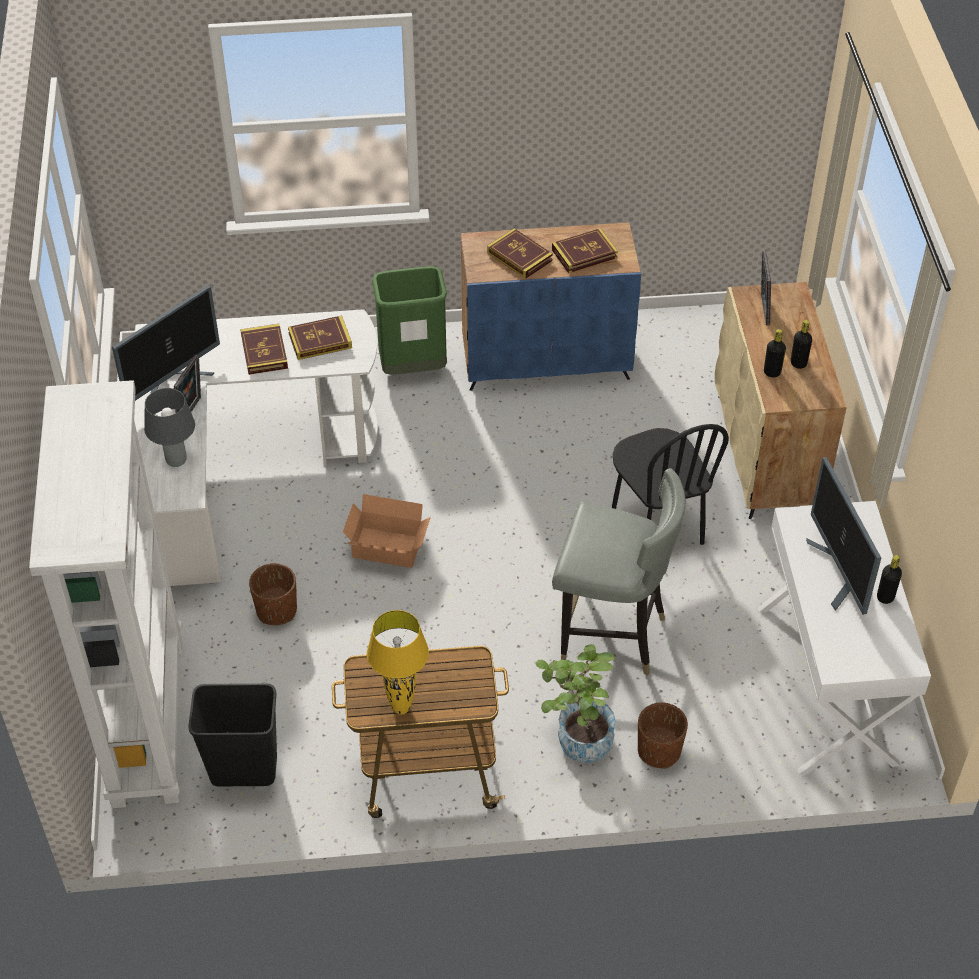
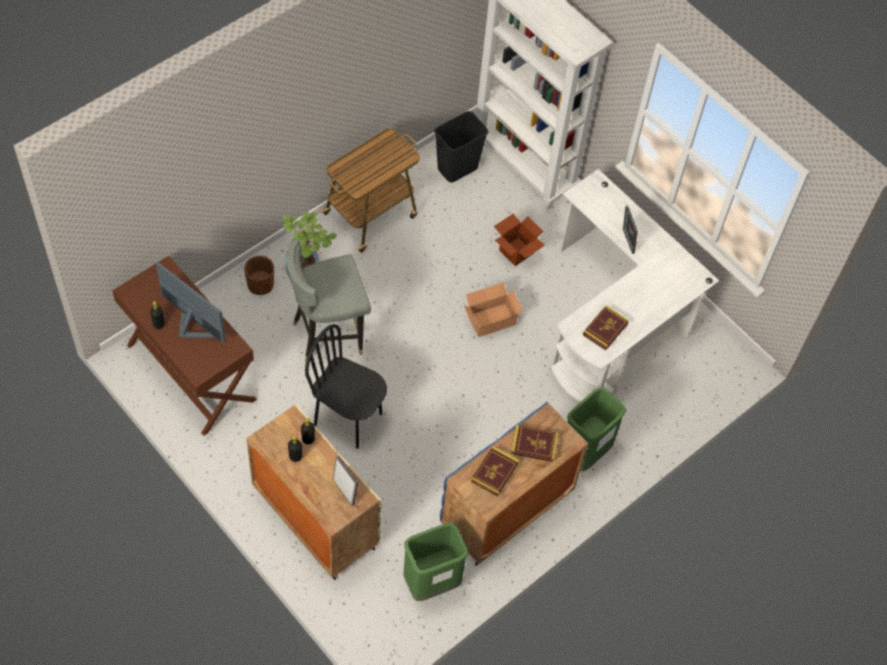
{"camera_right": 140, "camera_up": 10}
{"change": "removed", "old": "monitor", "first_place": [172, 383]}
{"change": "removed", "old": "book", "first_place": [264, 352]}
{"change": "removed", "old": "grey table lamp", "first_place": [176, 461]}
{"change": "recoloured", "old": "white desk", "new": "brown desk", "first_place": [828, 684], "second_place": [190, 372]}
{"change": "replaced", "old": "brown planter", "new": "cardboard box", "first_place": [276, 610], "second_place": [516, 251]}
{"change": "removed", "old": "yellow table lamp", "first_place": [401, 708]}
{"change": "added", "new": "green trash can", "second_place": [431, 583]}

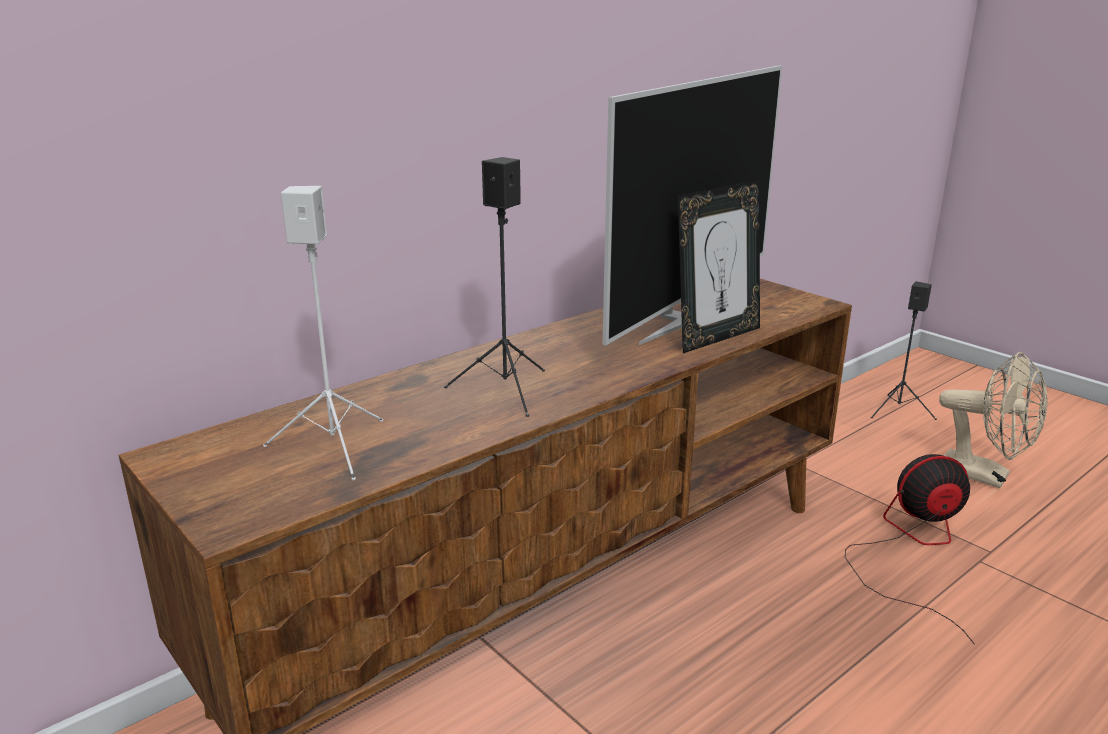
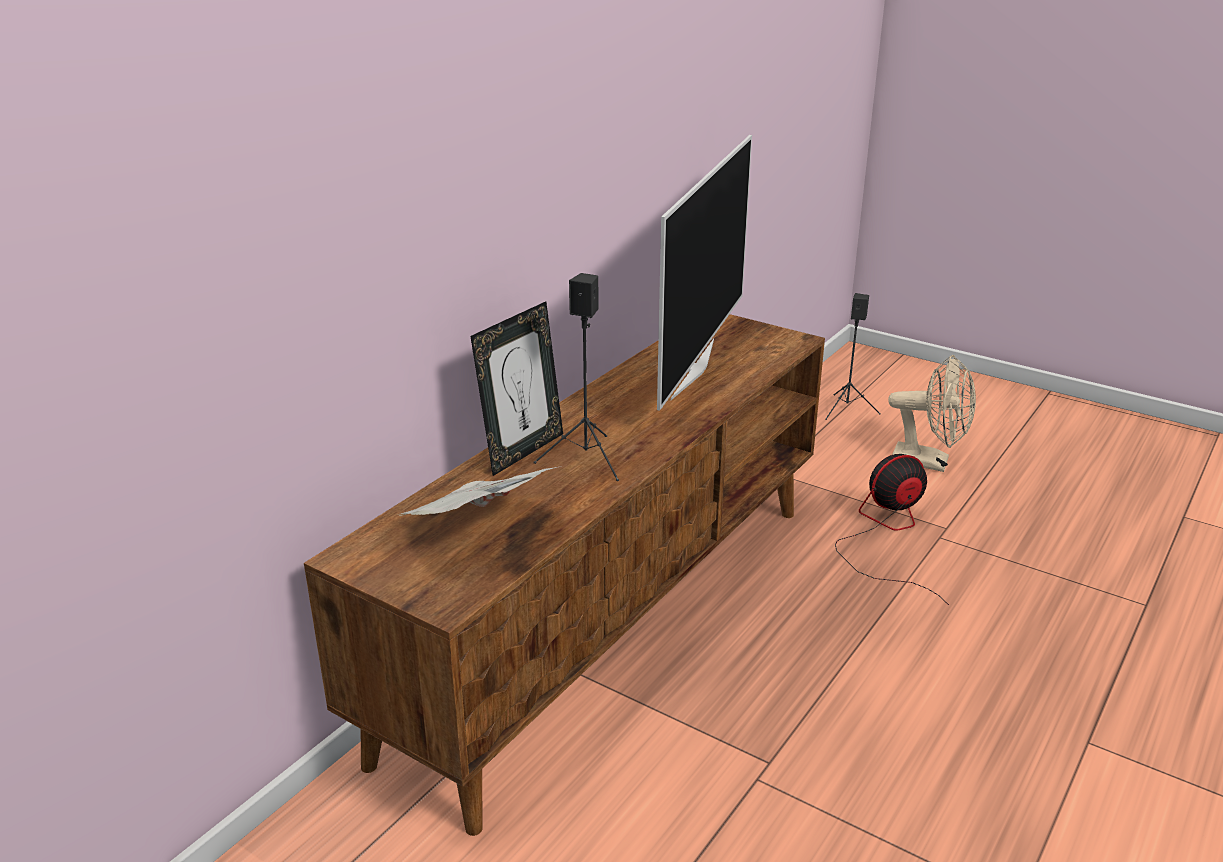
{"camera_right": -15, "camera_up": 5}
{"change": "moved", "old": "picture frame", "first_place": [715, 337], "second_place": [522, 451]}
{"change": "replaced", "old": "white speaker", "new": "newspaper", "first_place": [334, 446], "second_place": [480, 529]}

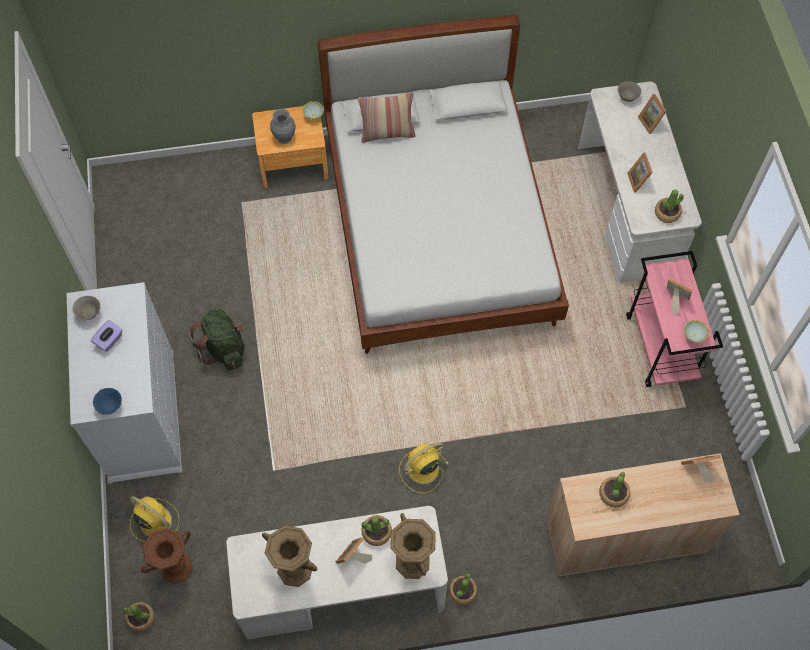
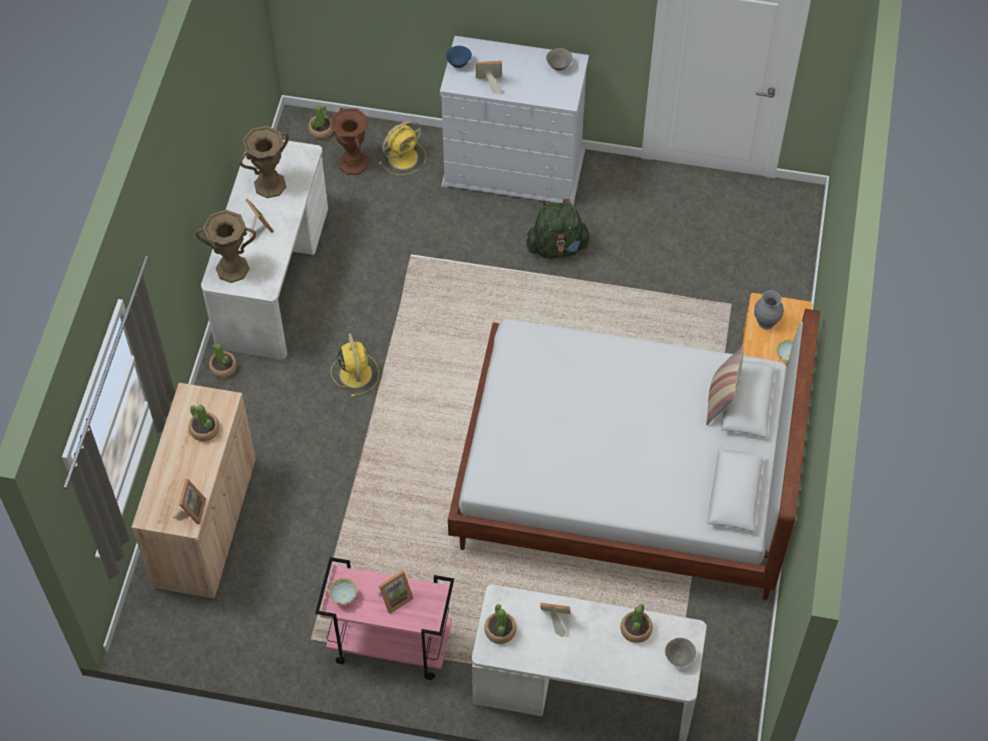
{"camera_right": 110, "camera_up": -5}
{"change": "moved", "old": "picture frame", "first_place": [651, 122], "second_place": [489, 83]}
{"change": "removed", "old": "purple tissue box", "first_place": [109, 340]}
{"change": "moved", "old": "potted plant", "first_place": [376, 532], "second_place": [636, 629]}

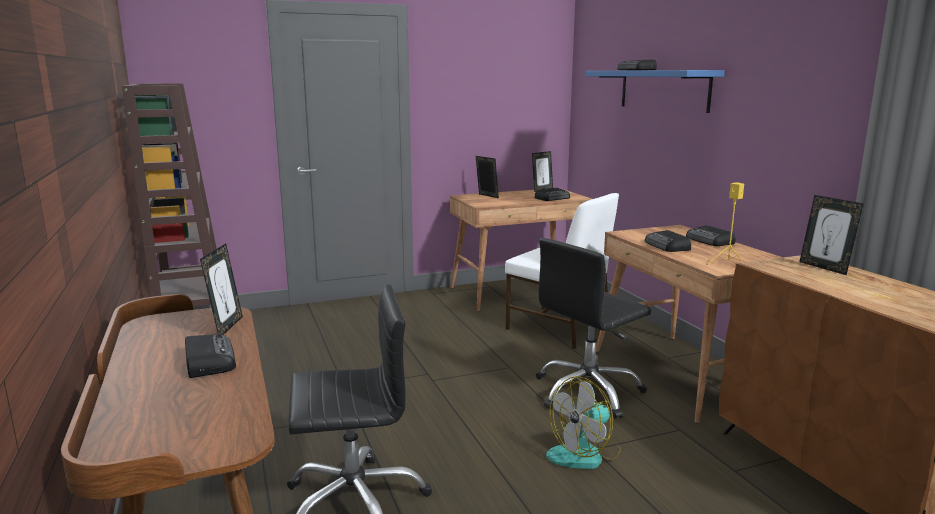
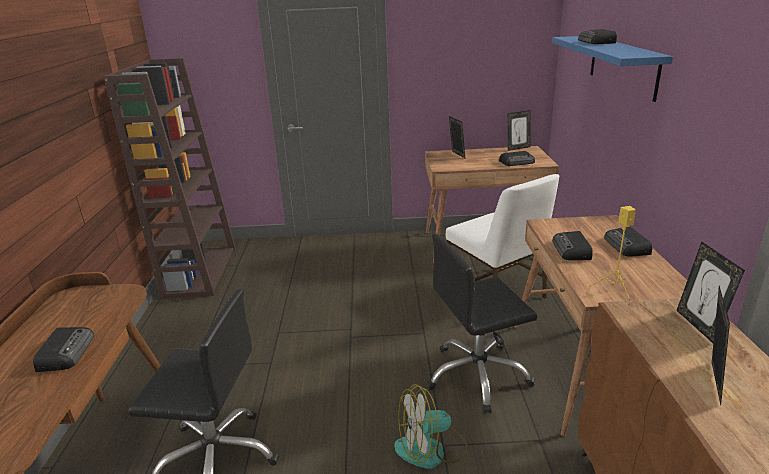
{"camera_right": 20, "camera_up": 10}
{"change": "moved", "old": "picture frame", "first_place": [226, 327], "second_place": [709, 381]}

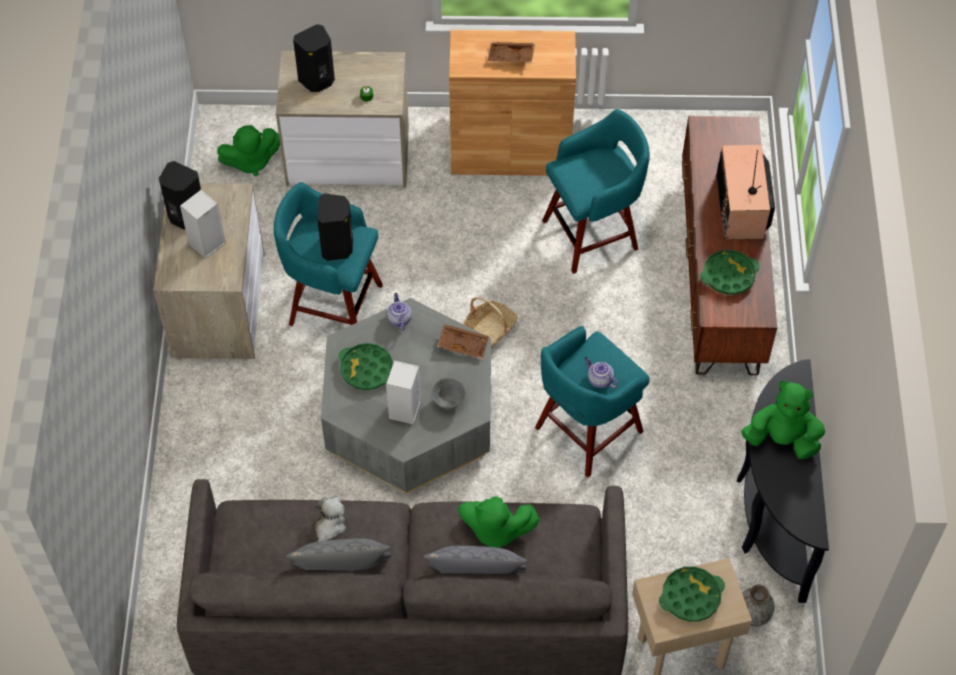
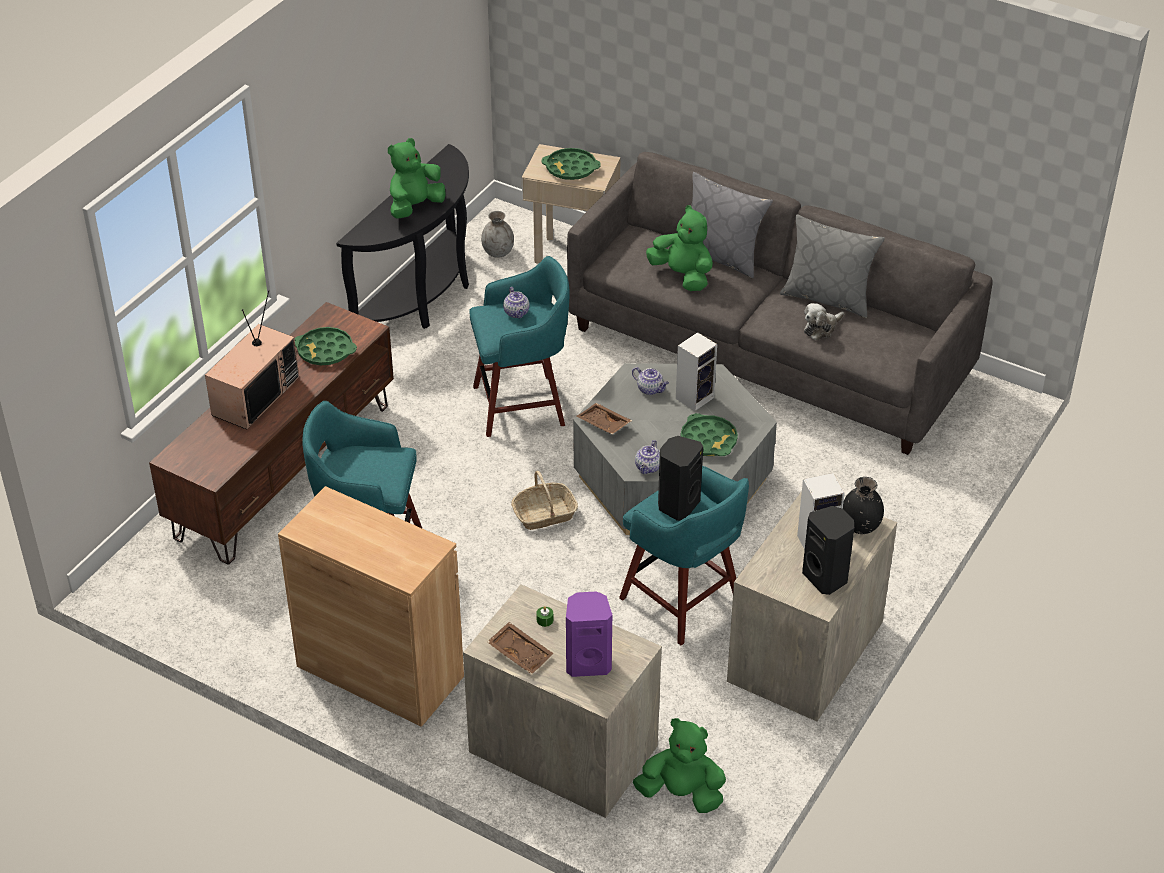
{"camera_right": -150, "camera_up": -15}
{"change": "recoloured", "old": "black speaker", "new": "purple speaker", "first_place": [317, 80], "second_place": [588, 662]}
{"change": "moved", "old": "brown tray", "first_place": [510, 57], "second_place": [521, 653]}
{"change": "replaced", "old": "grey bowl", "new": "teapot", "first_place": [448, 401], "second_place": [650, 389]}
{"change": "turned", "old": "green plush toy", "first_place": [782, 439], "second_place": [415, 207], "degrees": 90}
{"change": "added", "new": "black vase", "second_place": [860, 526]}

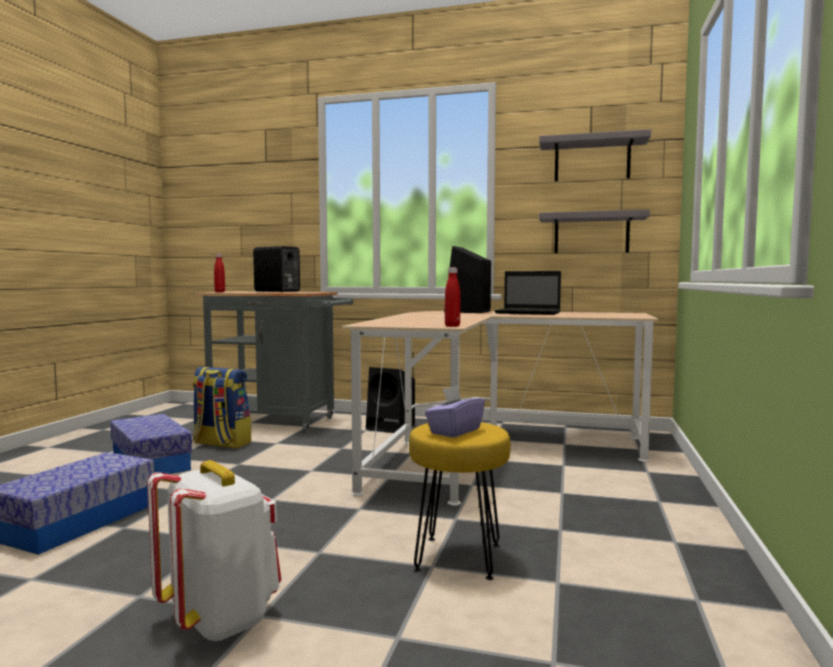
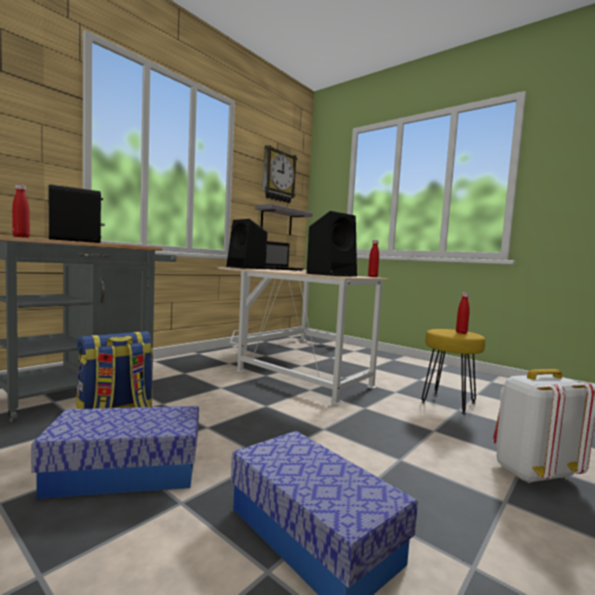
{"camera_right": -65, "camera_up": 0}
{"change": "replaced", "old": "grey shelf", "new": "wall clock", "first_place": [592, 160], "second_place": [278, 176]}
{"change": "moved", "old": "black speaker", "first_place": [392, 427], "second_place": [332, 275]}
{"change": "replaced", "old": "purple tissue box", "new": "red bottle", "first_place": [454, 431], "second_place": [461, 333]}

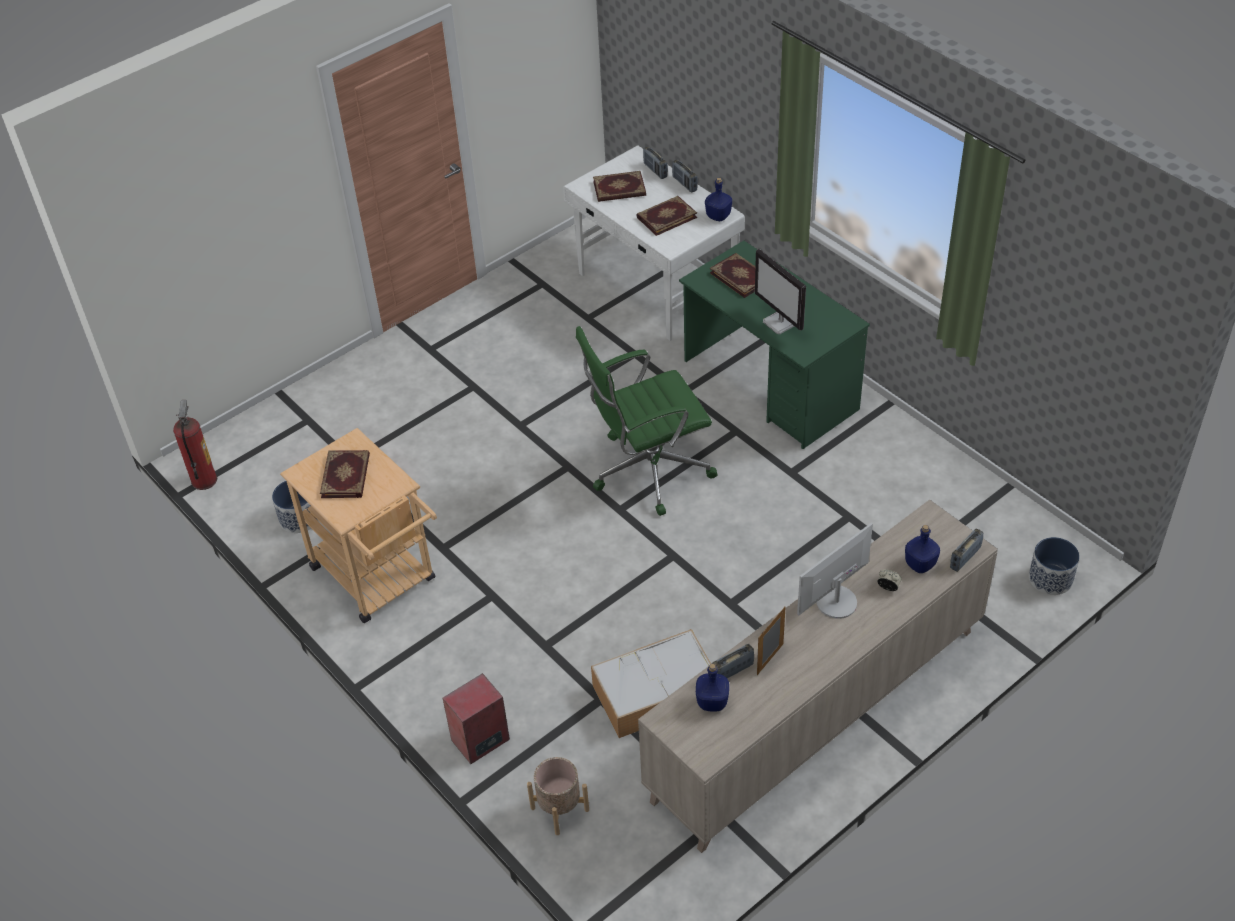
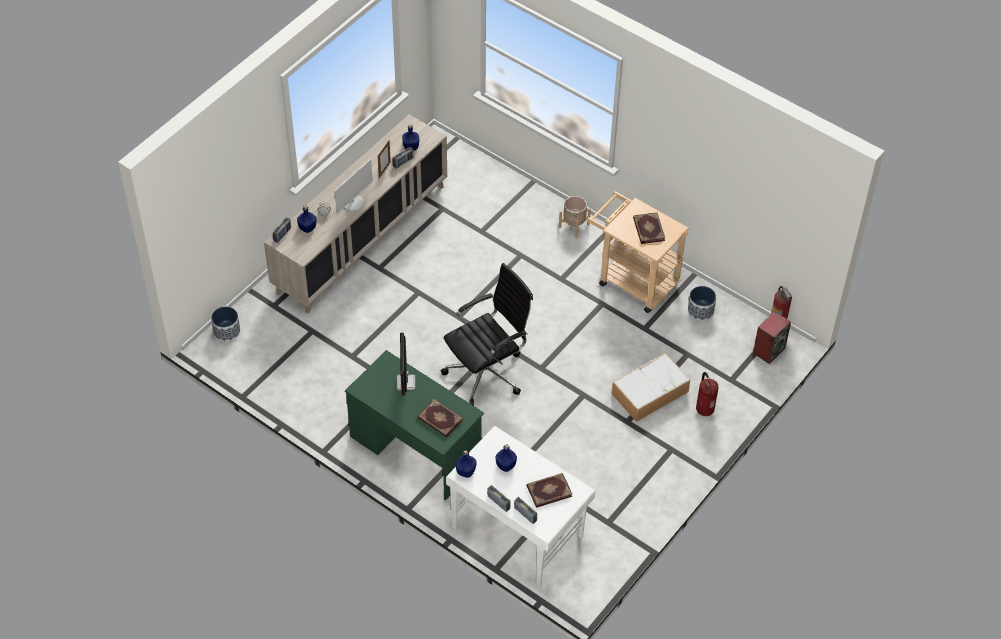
{"camera_right": 165, "camera_up": 5}
{"change": "replaced", "old": "book", "new": "blue bottle", "first_place": [666, 217], "second_place": [505, 466]}
{"change": "turned", "old": "monitor", "first_place": [780, 323], "second_place": [406, 383], "degrees": -135}
{"change": "recoloured", "old": "green office chair", "new": "black office chair", "first_place": [648, 470], "second_place": [487, 372]}
{"change": "moved", "old": "storage box", "first_place": [654, 693], "second_place": [650, 392]}
{"change": "moved", "old": "speaker", "first_place": [480, 741], "second_place": [768, 350]}
{"change": "moved", "old": "beige planter", "first_place": [560, 809], "second_place": [574, 225]}
{"change": "added", "new": "fire extinguisher", "second_place": [704, 408]}

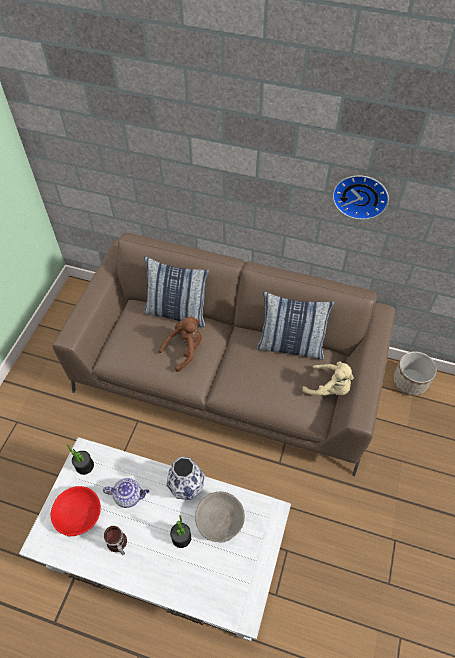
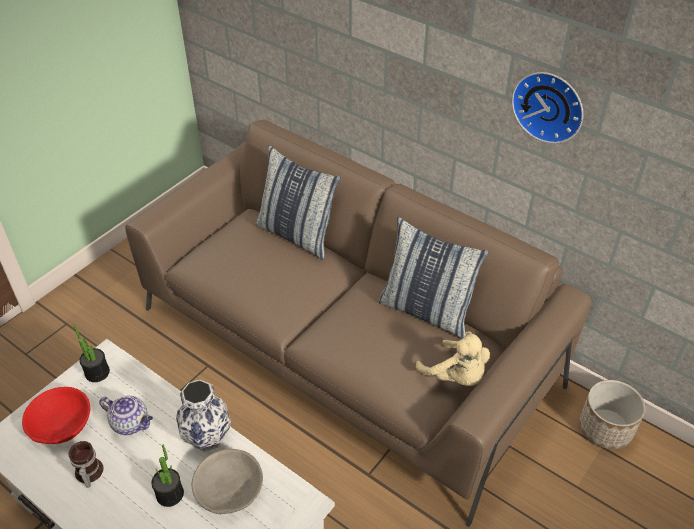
{"camera_right": 20, "camera_up": -10}
{"change": "removed", "old": "brown plush toy", "first_place": [185, 350]}

